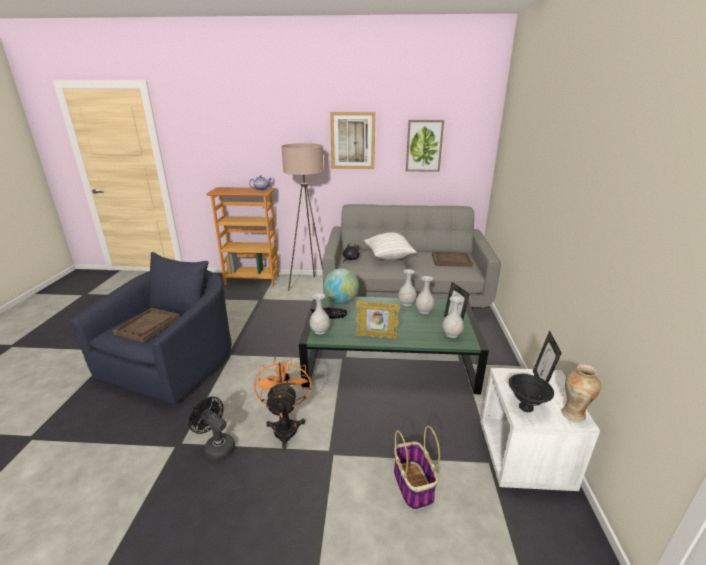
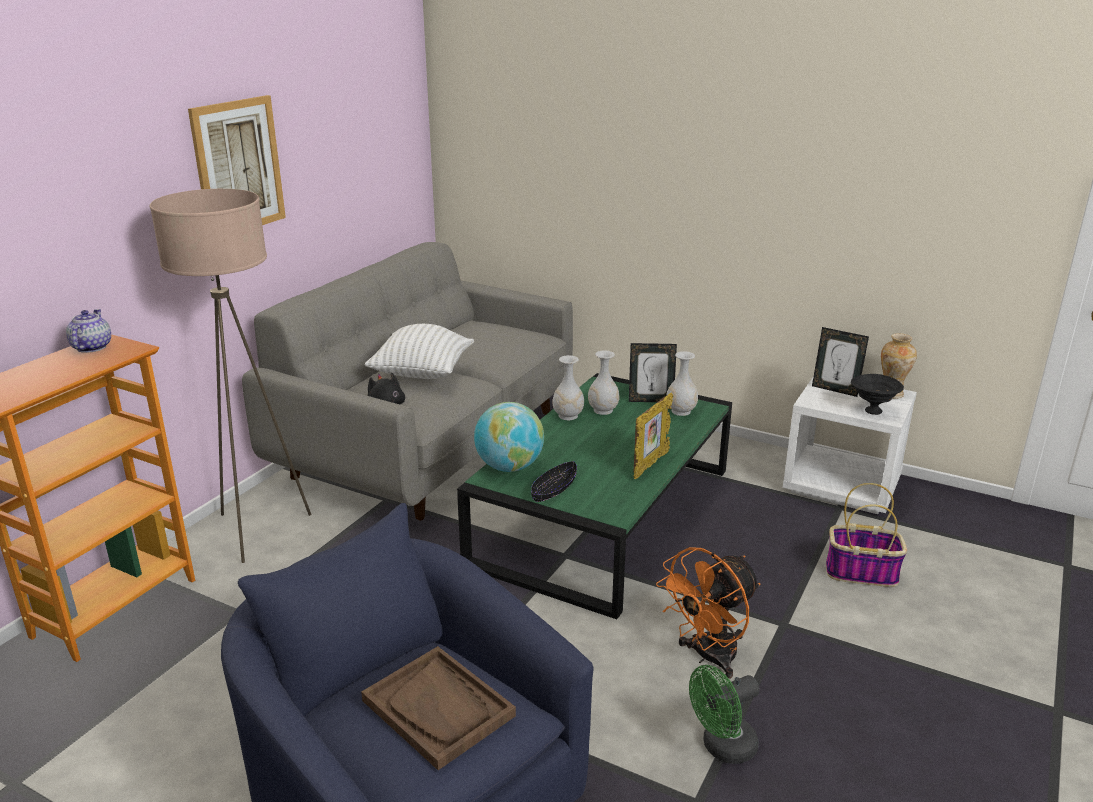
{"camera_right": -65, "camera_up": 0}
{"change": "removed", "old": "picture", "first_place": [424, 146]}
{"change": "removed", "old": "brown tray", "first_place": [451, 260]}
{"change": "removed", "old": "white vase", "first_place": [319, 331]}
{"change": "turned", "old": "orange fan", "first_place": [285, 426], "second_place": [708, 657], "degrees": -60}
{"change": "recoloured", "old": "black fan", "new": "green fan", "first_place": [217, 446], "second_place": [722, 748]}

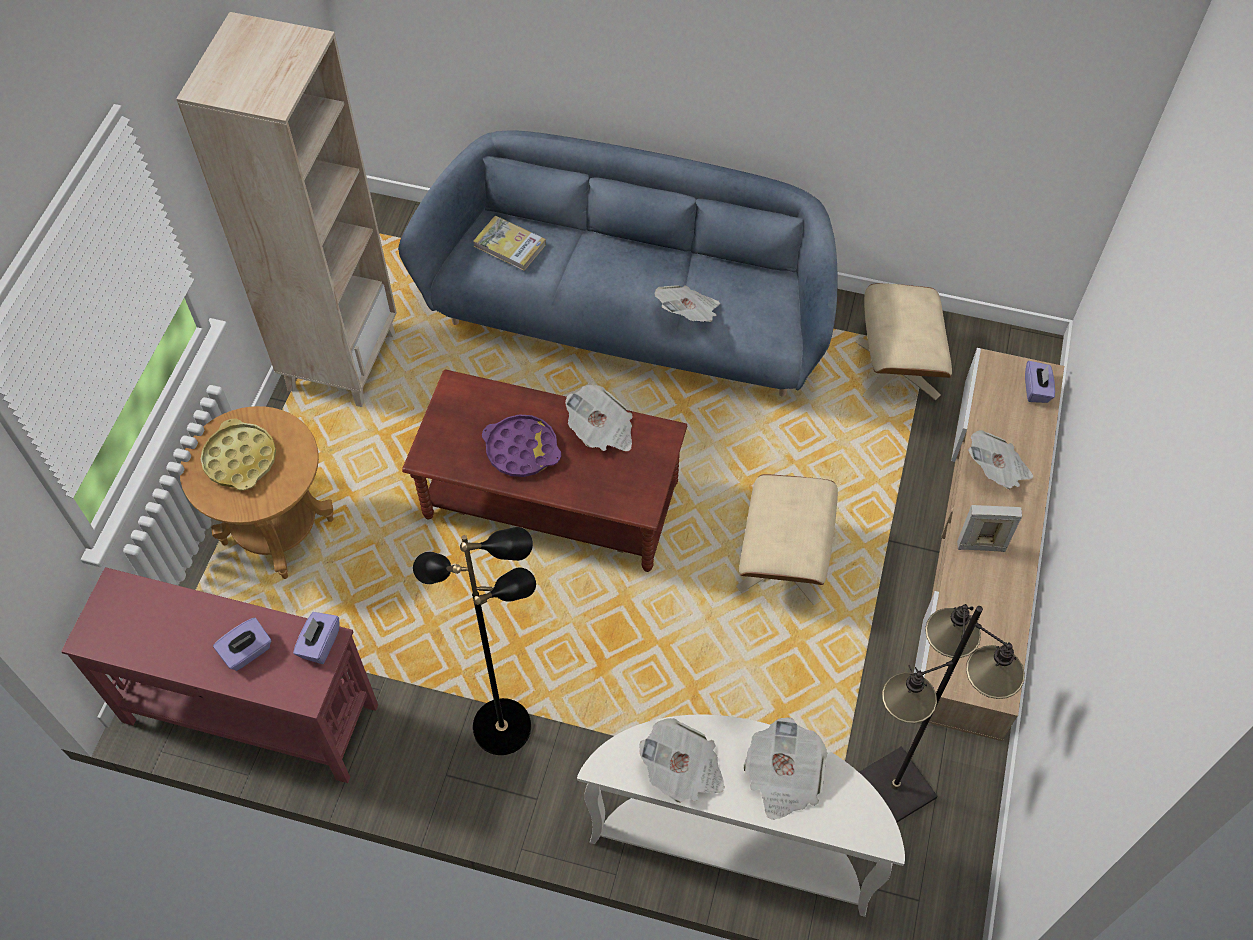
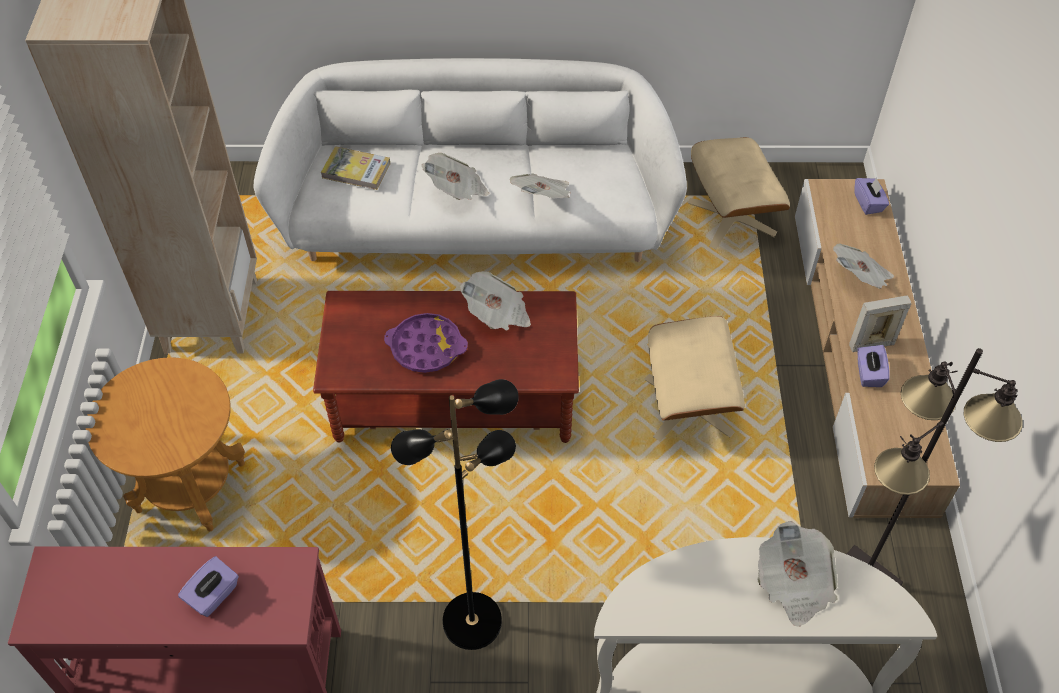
{"camera_right": -15, "camera_up": -5}
{"change": "recoloured", "old": "blue sofa", "new": "white sofa", "first_place": [630, 315], "second_place": [477, 220]}
{"change": "removed", "old": "yellow tray", "first_place": [240, 459]}
{"change": "moved", "old": "purple tissue box", "first_place": [319, 644], "second_place": [868, 374]}
{"change": "moved", "old": "newspaper", "first_place": [683, 770], "second_place": [457, 190]}

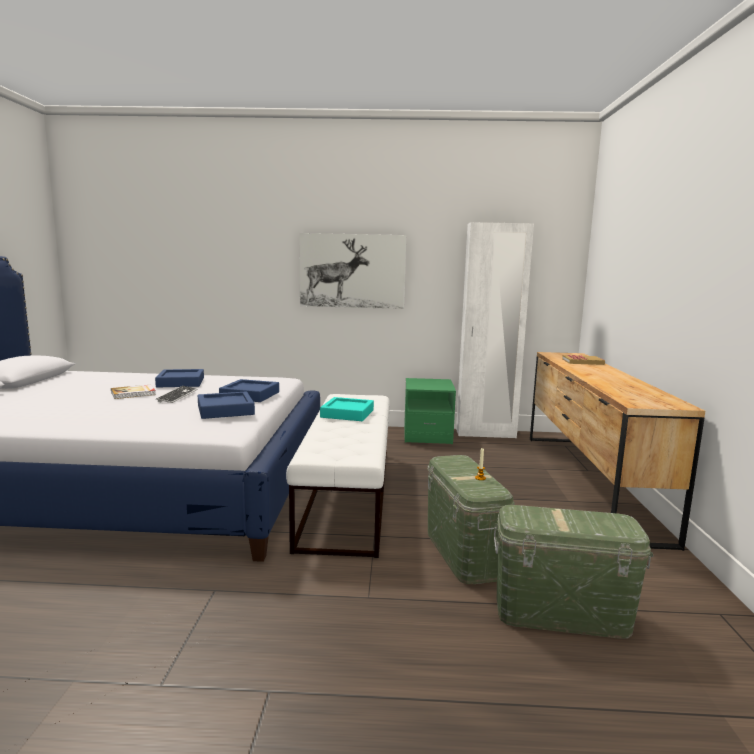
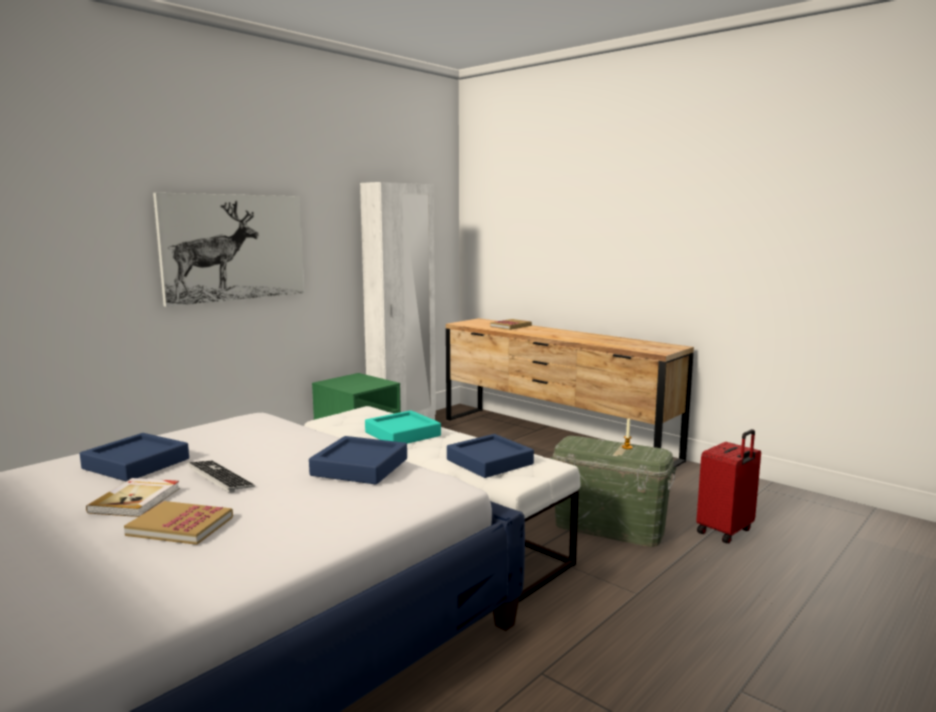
{"camera_right": -50, "camera_up": 0}
{"change": "moved", "old": "blue tray", "first_place": [250, 395], "second_place": [489, 462]}
{"change": "replaced", "old": "green storage box", "new": "red suitcase", "first_place": [560, 614], "second_place": [726, 531]}
{"change": "added", "new": "book", "second_place": [180, 526]}

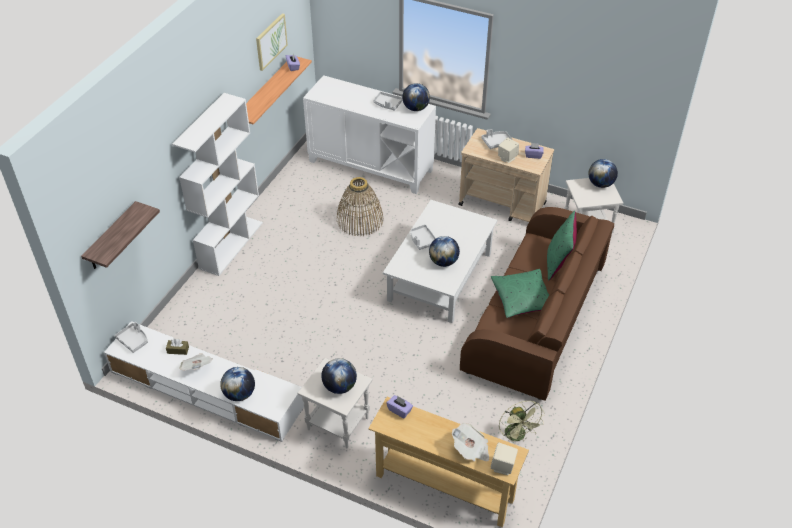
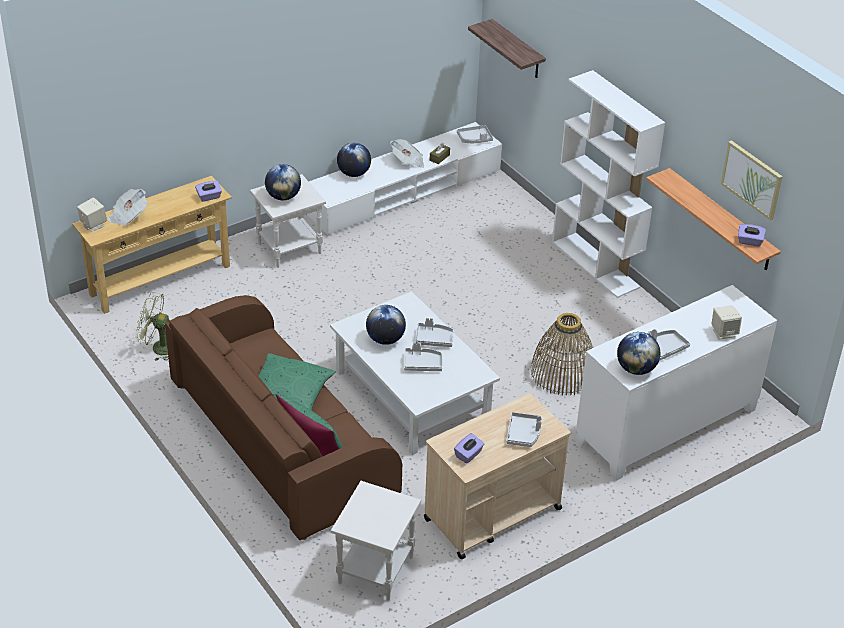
{"camera_right": 120, "camera_up": -5}
{"change": "moved", "old": "beige speaker", "first_place": [507, 158], "second_place": [724, 332]}
{"change": "removed", "old": "globe", "first_place": [600, 184]}
{"change": "added", "new": "grey tray", "second_place": [422, 364]}

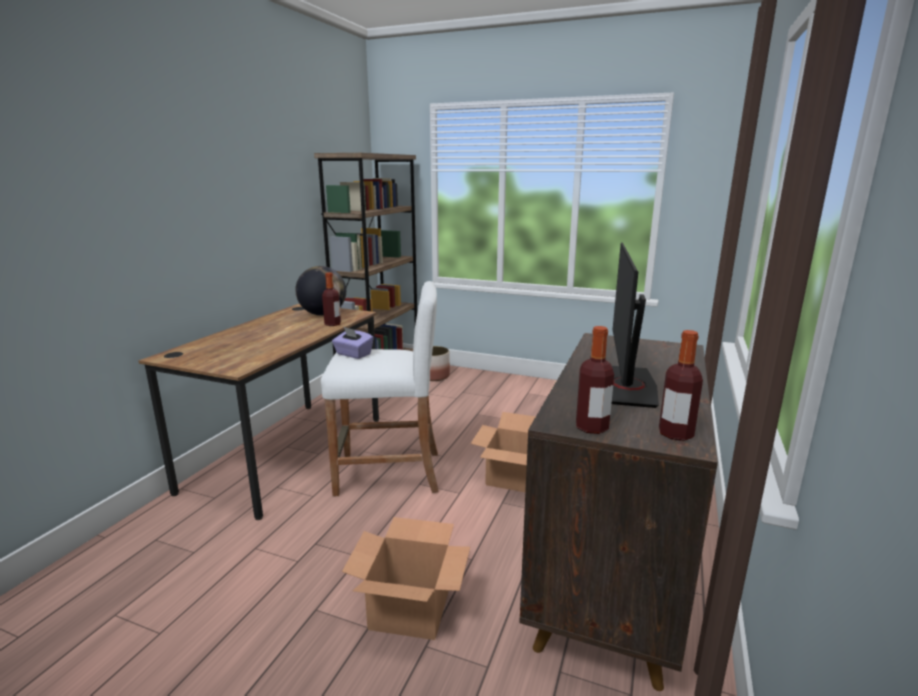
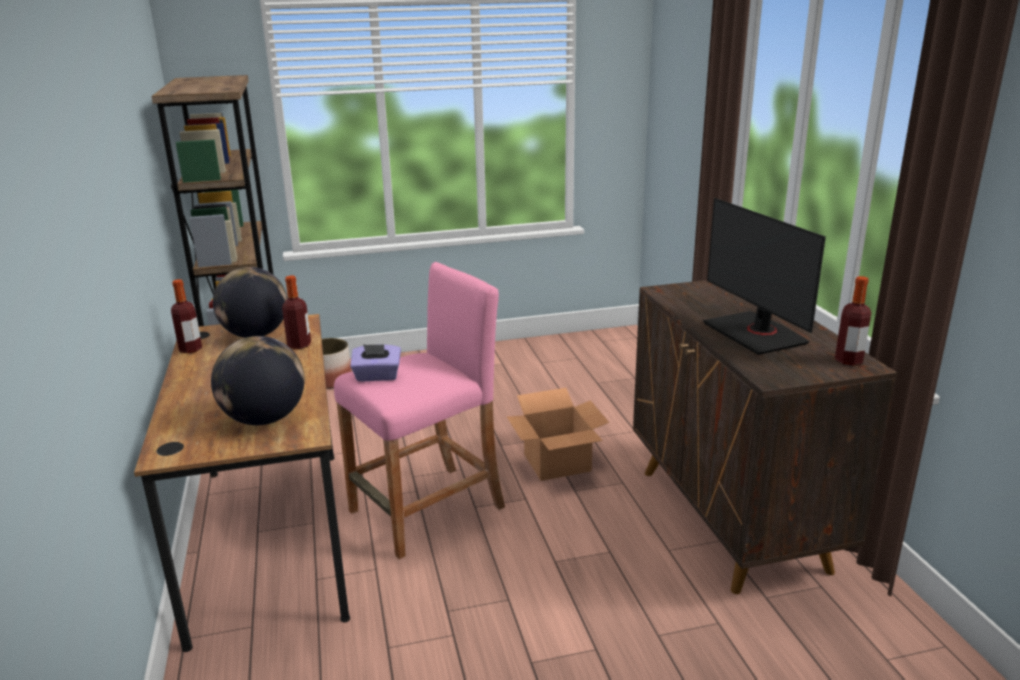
{"camera_right": -35, "camera_up": 5}
{"change": "recoloured", "old": "white stool", "new": "pink stool", "first_place": [388, 473], "second_place": [427, 510]}
{"change": "moved", "old": "bottle", "first_place": [591, 427], "second_place": [190, 349]}
{"change": "removed", "old": "cardboard box", "first_place": [408, 610]}
{"change": "added", "new": "globe", "second_place": [264, 419]}

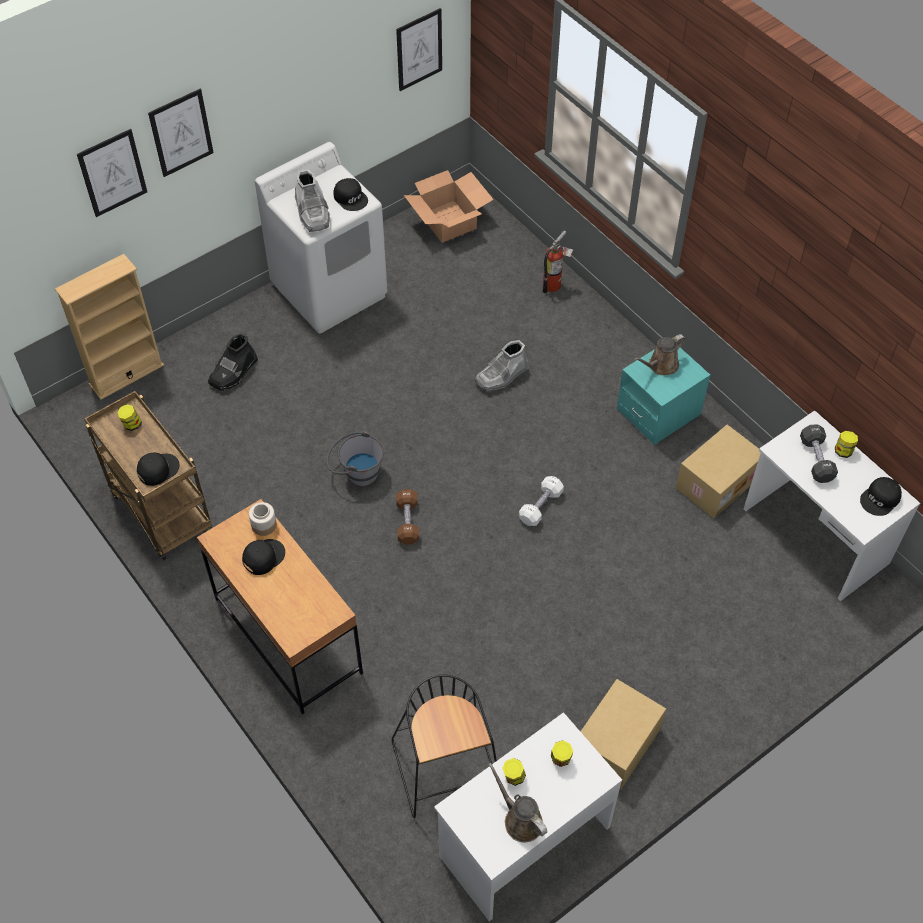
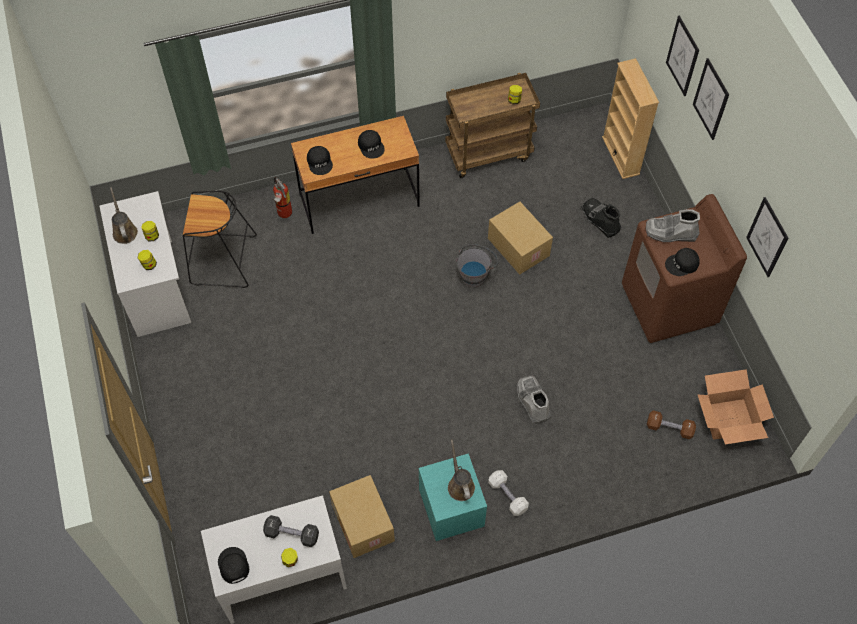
{"camera_right": 110, "camera_up": 5}
{"change": "moved", "old": "picture", "first_place": [419, 49], "second_place": [767, 237]}
{"change": "recoloured", "old": "white washing machine", "new": "brown washing machine", "first_place": [330, 290], "second_place": [669, 305]}
{"change": "moved", "old": "fire extinguisher", "first_place": [554, 285], "second_place": [284, 214]}
{"change": "moved", "old": "black cap", "first_place": [157, 469], "second_place": [320, 162]}
{"change": "moved", "old": "white dumbbell", "first_place": [540, 506], "second_place": [507, 496]}
{"change": "moved", "old": "brown dumbbell", "first_place": [407, 522], "second_place": [669, 428]}
{"change": "removed", "old": "jar", "first_place": [264, 525]}
{"change": "moved", "old": "cardboard box", "first_place": [617, 745], "second_place": [517, 247]}
{"change": "turned", "old": "brown watering can", "first_place": [520, 820], "second_place": [124, 231], "degrees": -90}

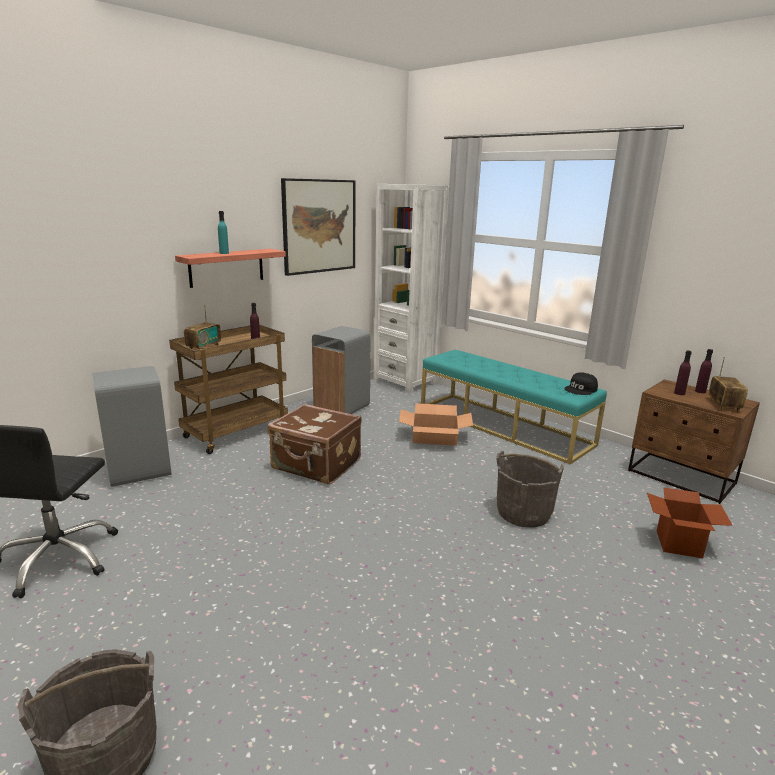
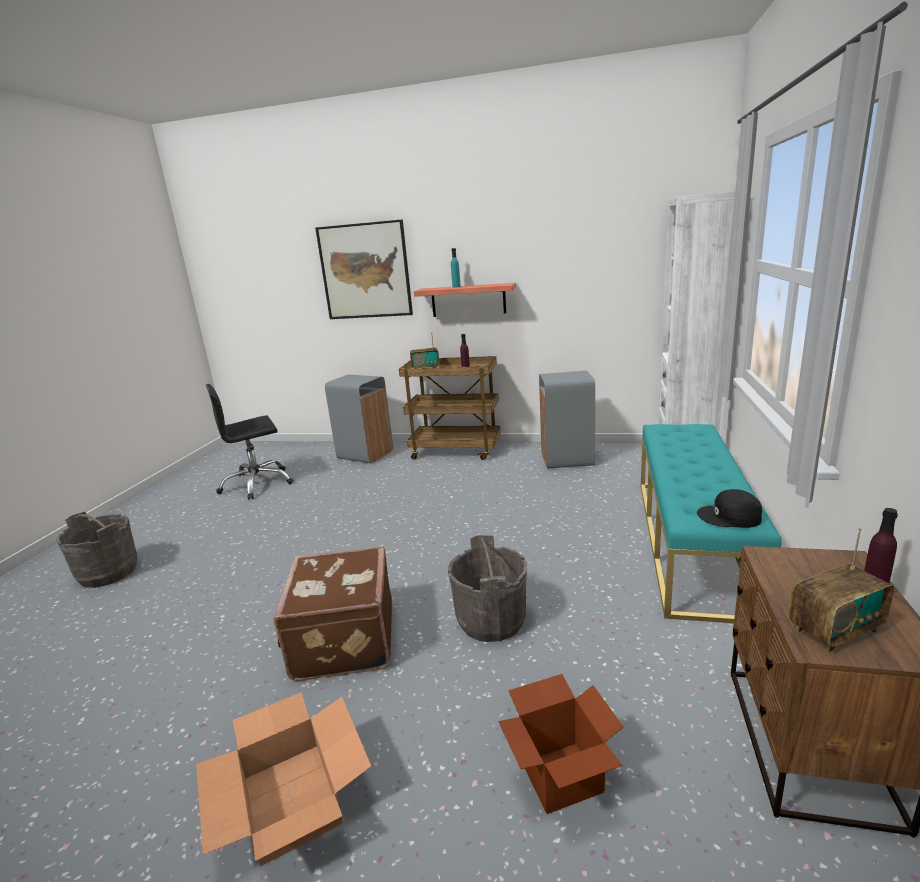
{"camera_right": 60, "camera_up": 0}
{"change": "moved", "old": "picture", "first_place": [319, 226], "second_place": [365, 271]}
{"change": "removed", "old": "purple bottle", "first_place": [679, 393]}
{"change": "moved", "old": "cardboard box", "first_place": [434, 437], "second_place": [291, 800]}
{"change": "moved", "old": "brown suitcase", "first_place": [316, 465], "second_place": [342, 641]}

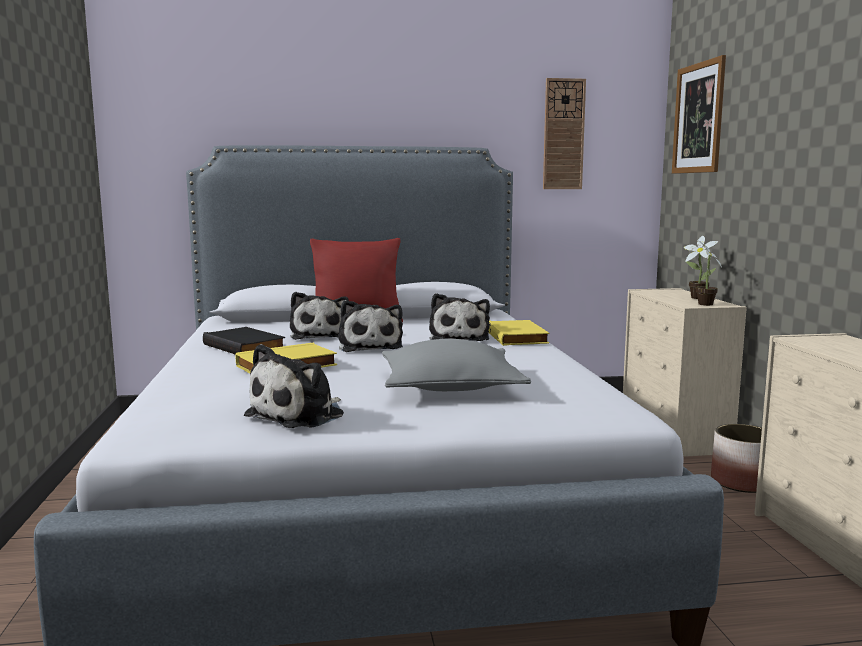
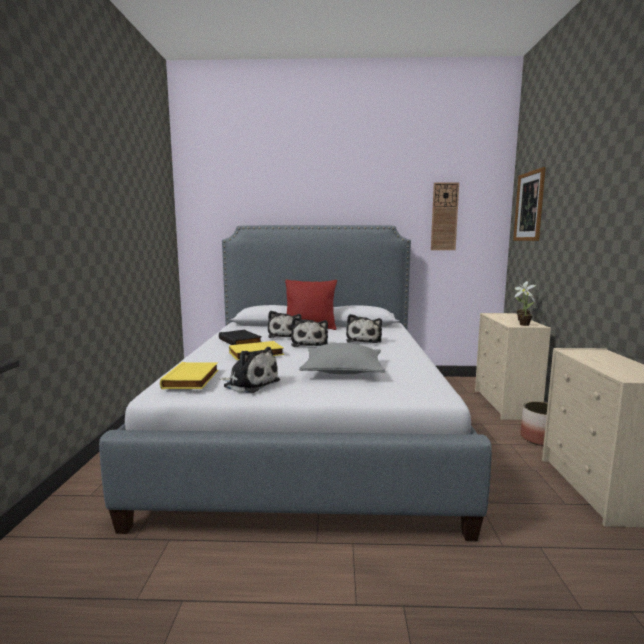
{"camera_right": 10, "camera_up": 0}
{"change": "moved", "old": "yellow book", "first_place": [518, 337], "second_place": [192, 379]}
{"change": "turned", "old": "plush toy", "first_place": [300, 415], "second_place": [249, 384], "degrees": -105}

